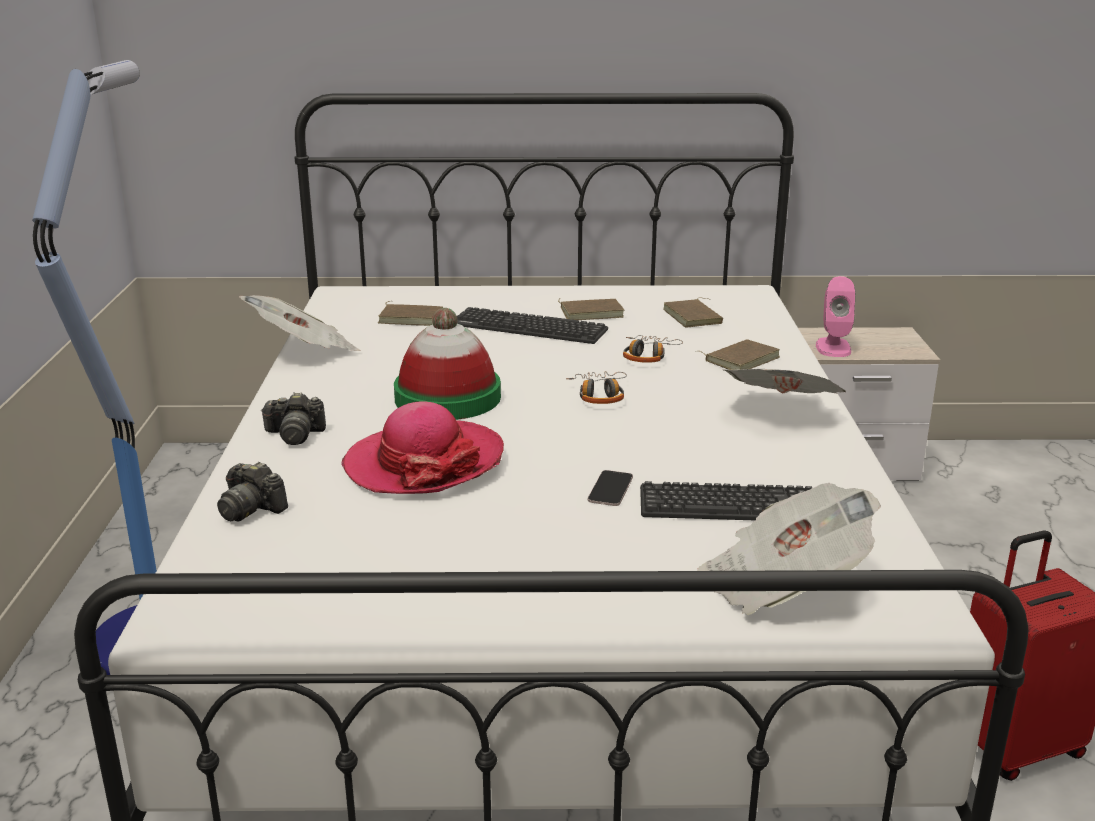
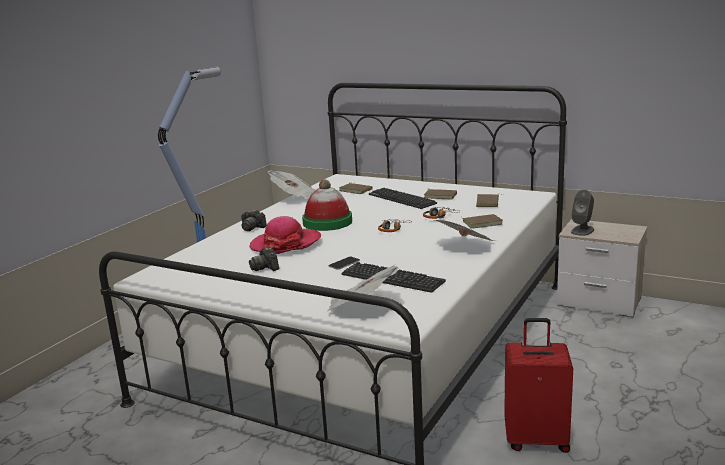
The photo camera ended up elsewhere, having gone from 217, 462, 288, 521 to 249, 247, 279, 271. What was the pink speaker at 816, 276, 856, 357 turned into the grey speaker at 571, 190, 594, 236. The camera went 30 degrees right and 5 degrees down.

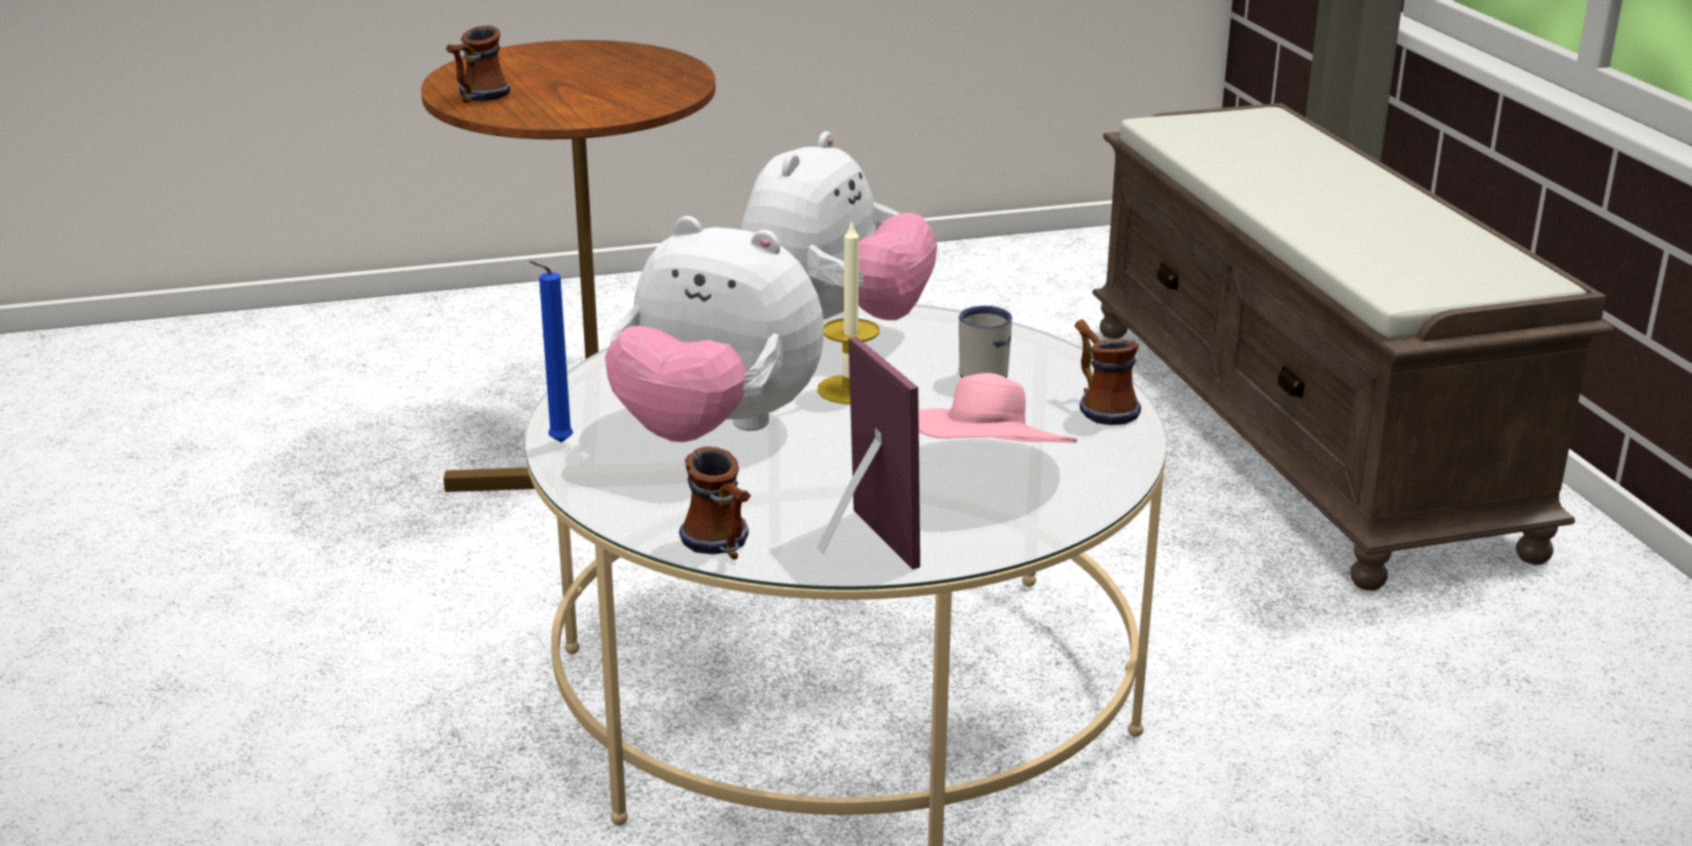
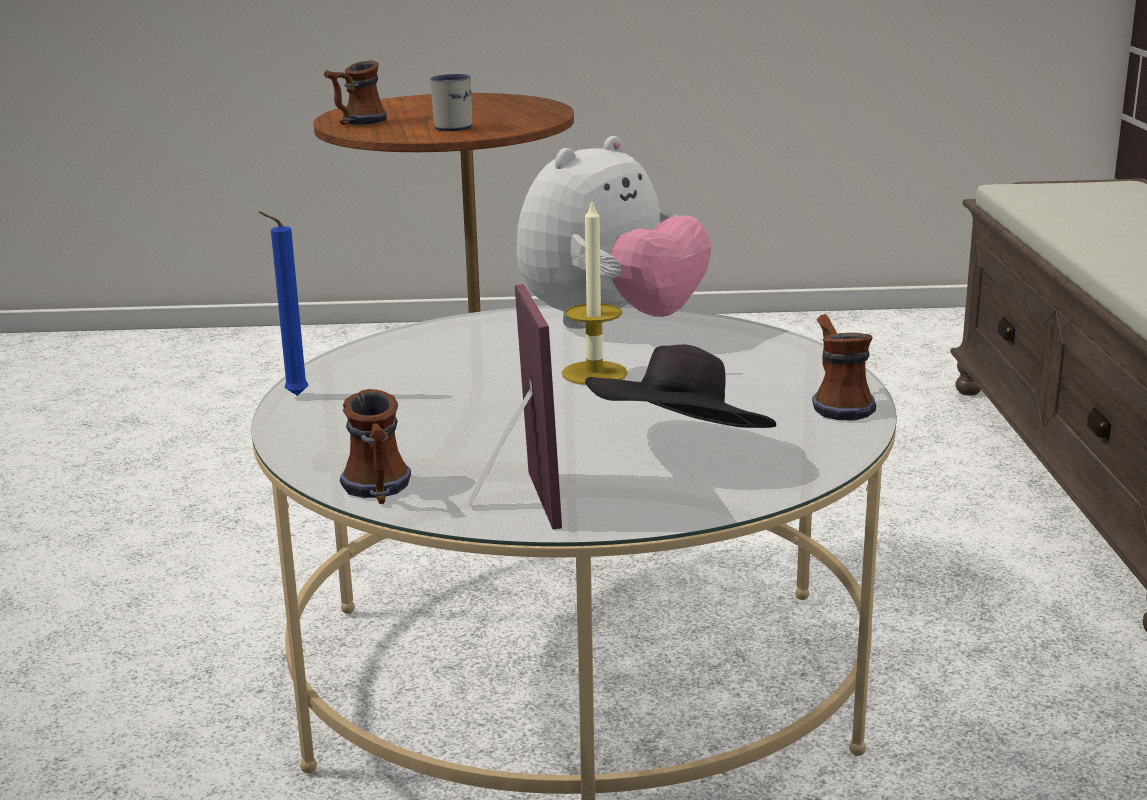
The second view lost the plush toy at 605, 216, 824, 442. What was the pink hat at 919, 373, 1077, 443 turned into the black hat at 585, 345, 776, 428. The white mug ended up elsewhere, having gone from 959, 306, 1012, 378 to 430, 74, 472, 132. The camera went 15 degrees right and 5 degrees down.

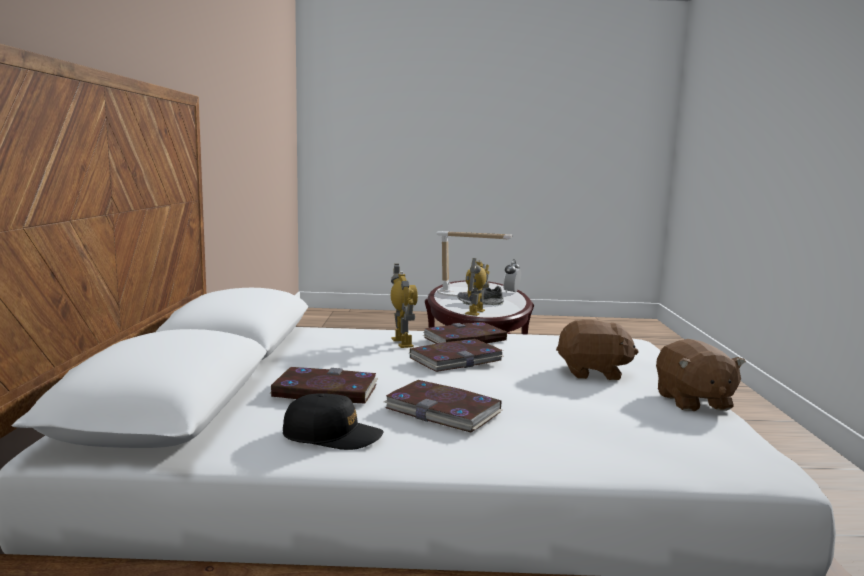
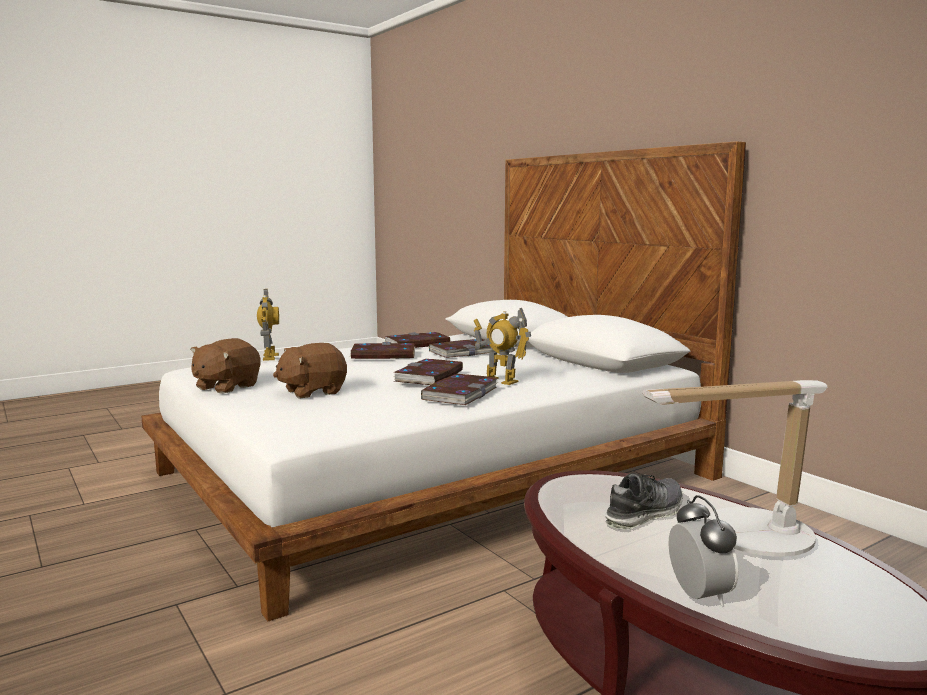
Where the black cap stood at 283, 393, 383, 450, the book came to stand at 384, 332, 451, 348. The toy robot ended up elsewhere, having gone from 465, 258, 490, 316 to 257, 289, 279, 361. The brown plush toy at 656, 339, 746, 411 ended up facing another way, 105 degrees counterclockwise from before. The camera went 145 degrees right and 0 degrees up.

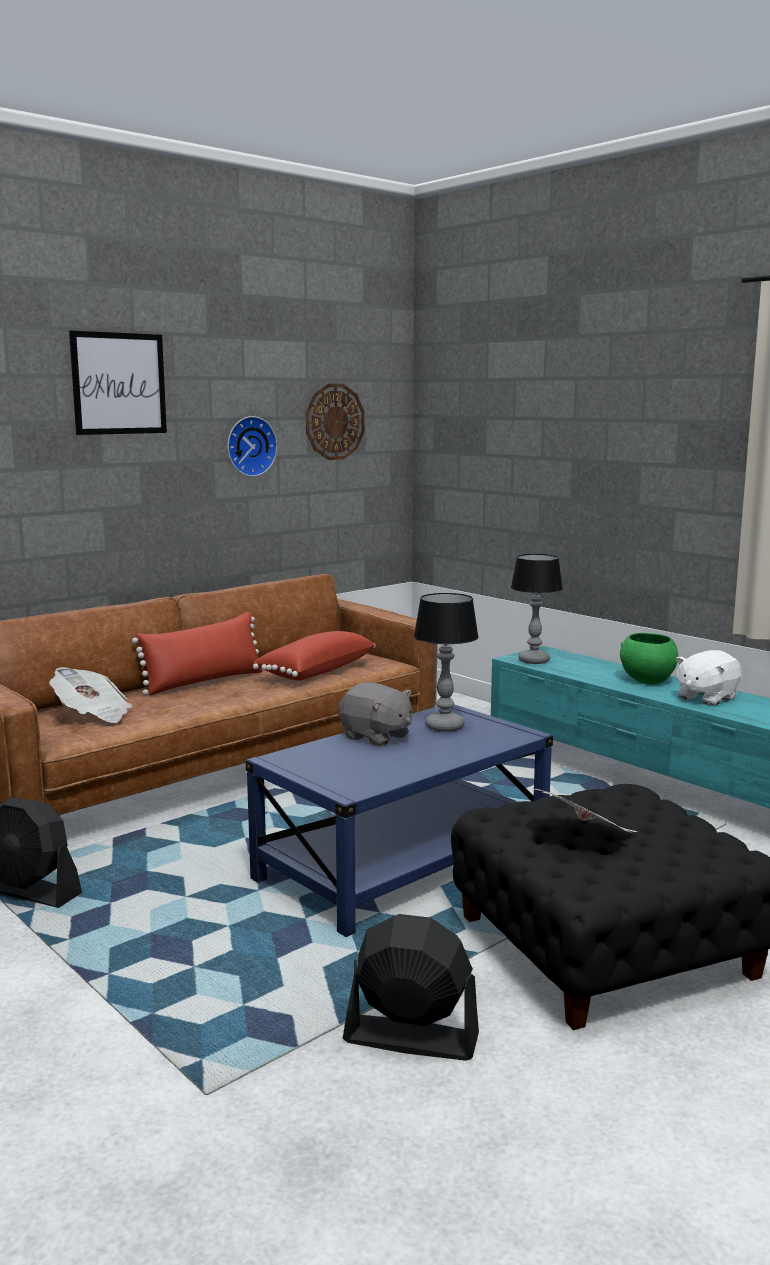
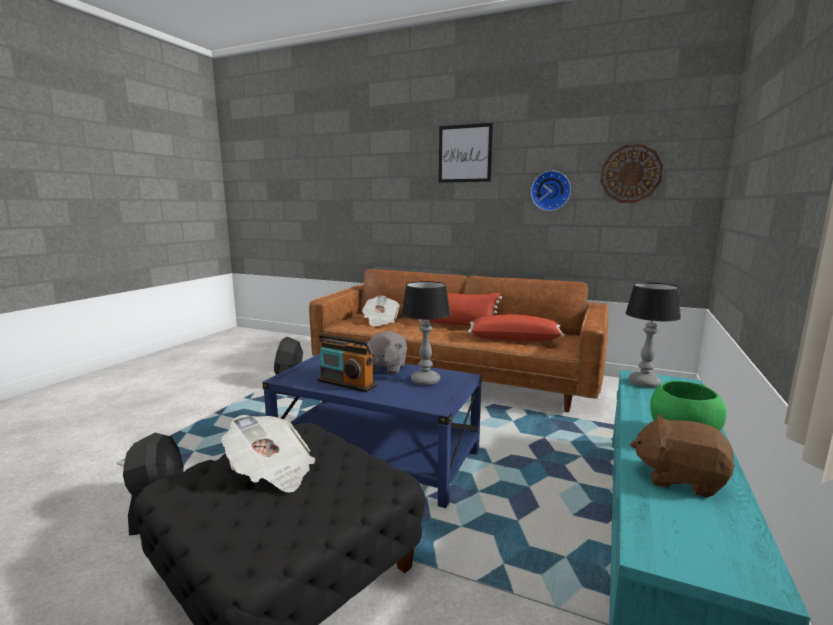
What was the white plush toy at 676, 650, 742, 706 turned into the brown plush toy at 630, 414, 735, 498. The second view gained the radio at 318, 333, 377, 393. The camera went 65 degrees right and 0 degrees up.

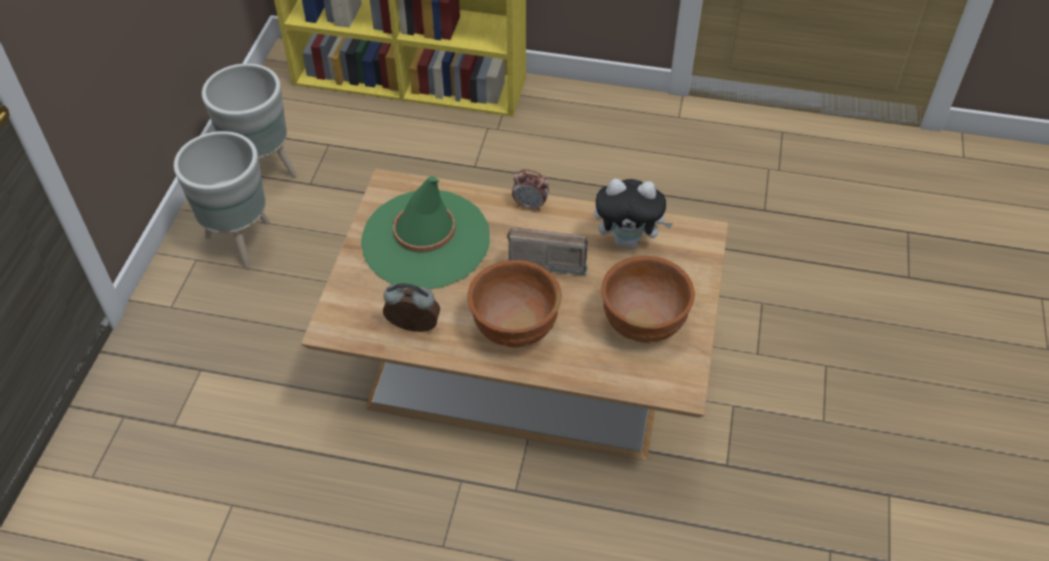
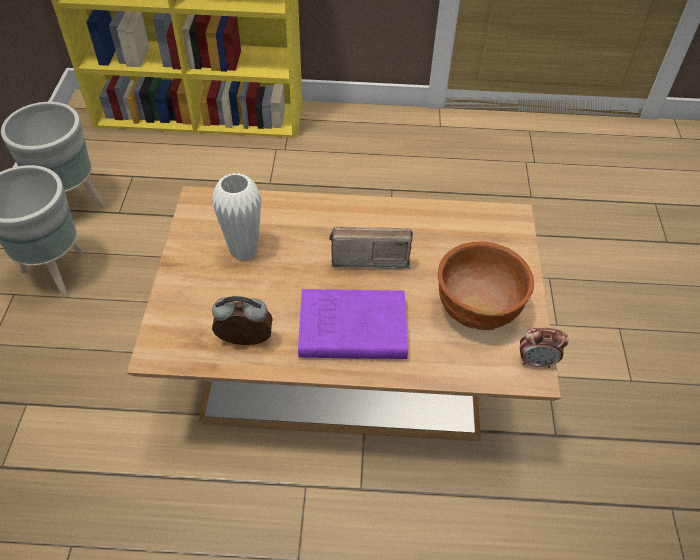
Where the green hat stood at 361, 176, 490, 289, the white vase came to stand at 212, 173, 262, 261. Where the brown bowl stood at 467, 260, 562, 347, the purple book came to stand at 298, 289, 408, 359. The alarm clock ended up elsewhere, having gone from 512, 169, 549, 211 to 520, 328, 569, 368. The second view lost the plush toy at 594, 179, 674, 249. The camera went 10 degrees left and 0 degrees up.

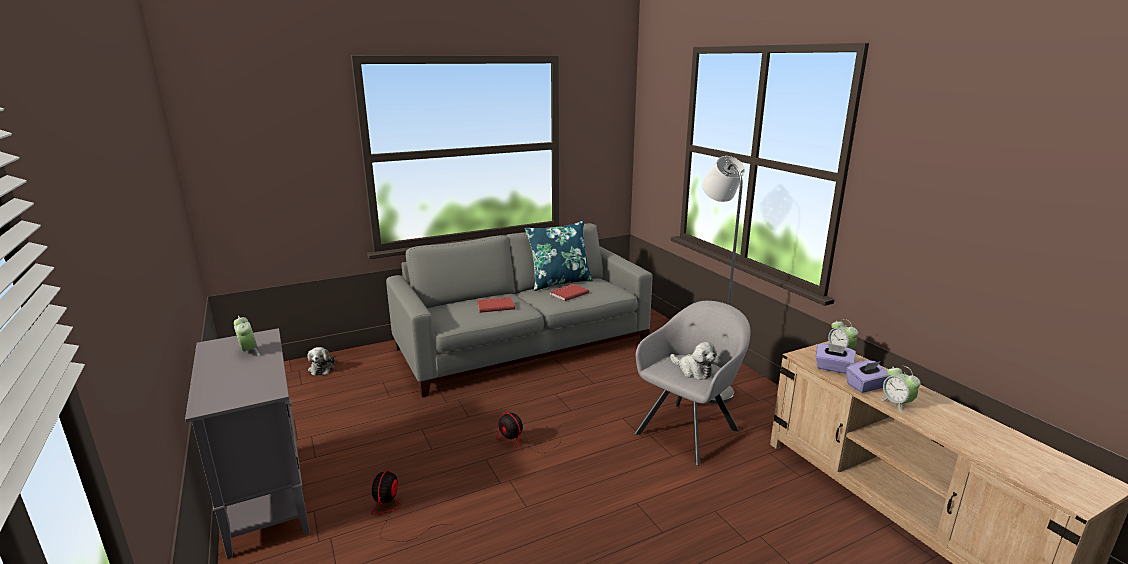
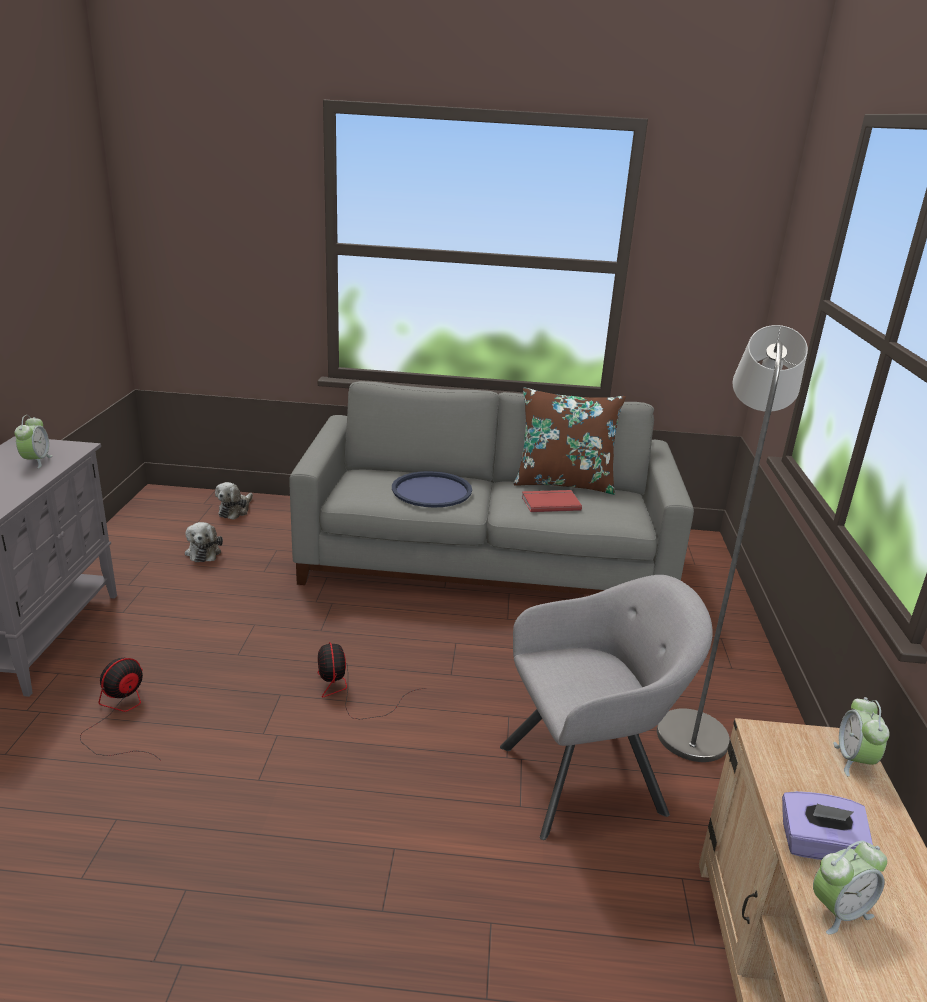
Where the red book stood at 477, 297, 515, 313, the blue tray came to stand at 392, 471, 472, 507. What was the blue pillow at 525, 221, 593, 291 turned into the brown pillow at 514, 388, 626, 495. The plush toy ended up elsewhere, having gone from 670, 342, 717, 380 to 185, 522, 223, 562. The second view lost the purple tissue box at 816, 344, 856, 374. The alarm clock at 880, 366, 921, 413 ended up facing another way, 120 degrees counterclockwise from before. The camera went 30 degrees right and 5 degrees up.

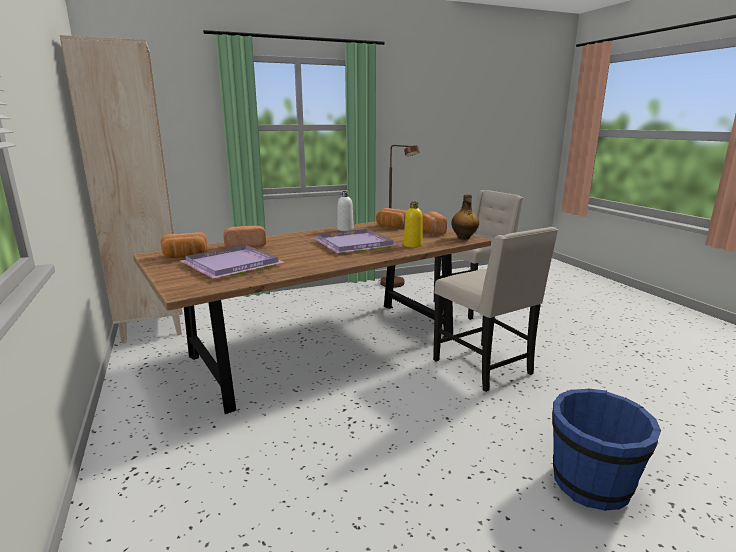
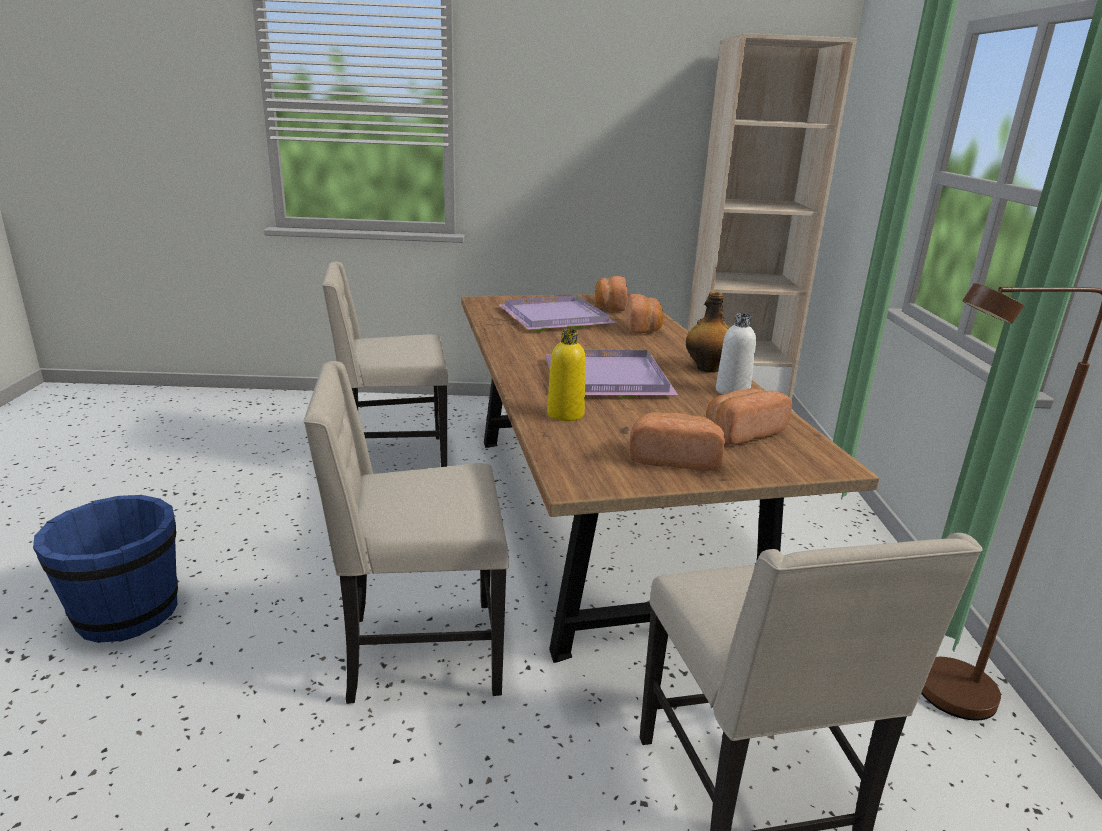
The bottle ended up elsewhere, having gone from 451, 194, 479, 240 to 686, 292, 730, 373. The second view gained the beige chair at 322, 262, 449, 467. The camera went 110 degrees right and 5 degrees up.

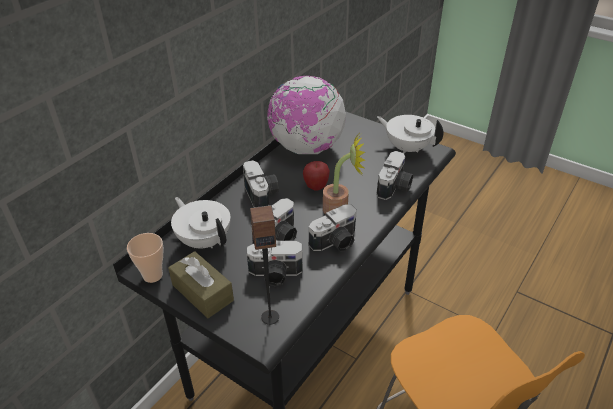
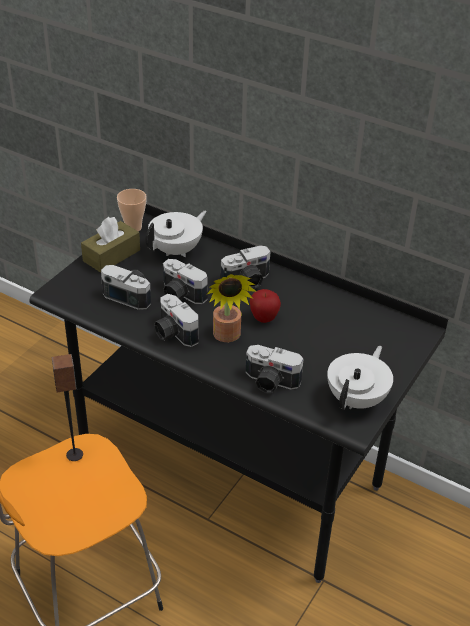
The photo camera at 247, 241, 303, 286 ended up facing another way, 120 degrees clockwise from before. The speaker ended up elsewhere, having gone from 250, 205, 279, 325 to 52, 354, 83, 461. The second view lost the globe at 267, 76, 346, 154. The camera went 85 degrees right and 0 degrees up.

